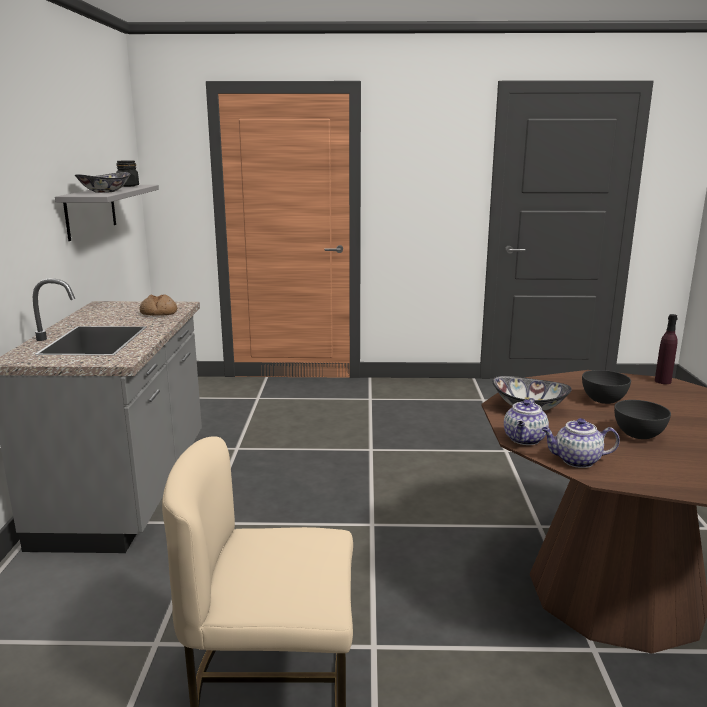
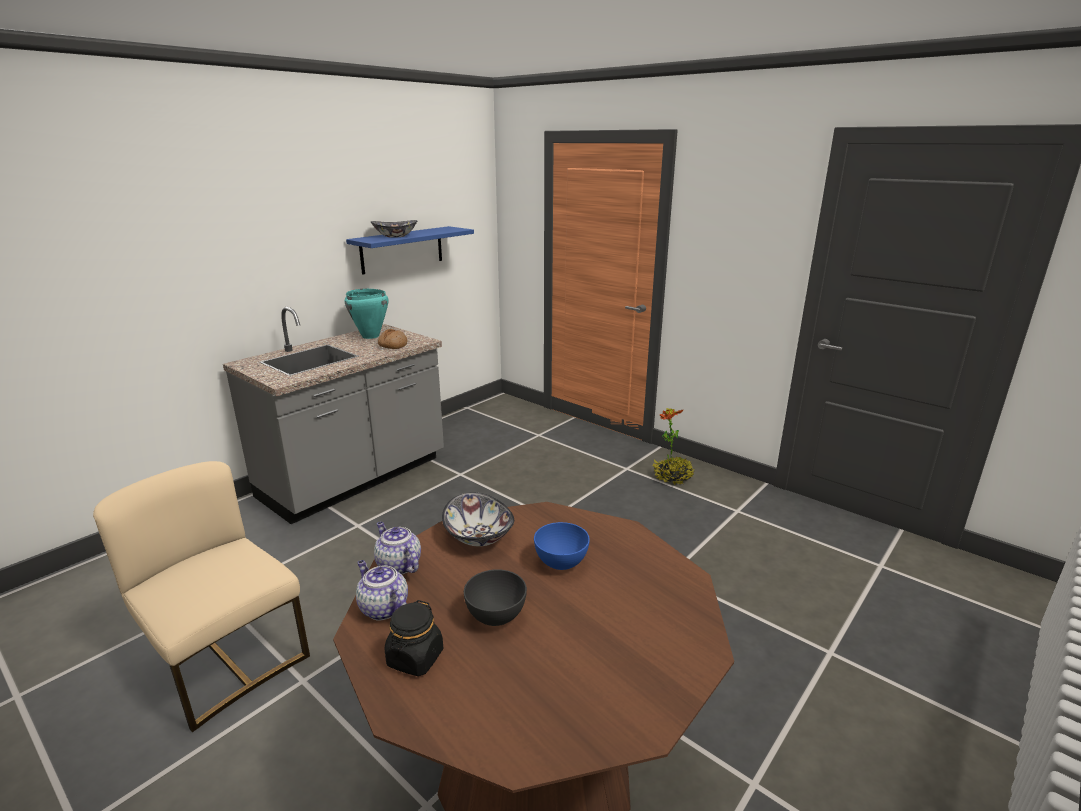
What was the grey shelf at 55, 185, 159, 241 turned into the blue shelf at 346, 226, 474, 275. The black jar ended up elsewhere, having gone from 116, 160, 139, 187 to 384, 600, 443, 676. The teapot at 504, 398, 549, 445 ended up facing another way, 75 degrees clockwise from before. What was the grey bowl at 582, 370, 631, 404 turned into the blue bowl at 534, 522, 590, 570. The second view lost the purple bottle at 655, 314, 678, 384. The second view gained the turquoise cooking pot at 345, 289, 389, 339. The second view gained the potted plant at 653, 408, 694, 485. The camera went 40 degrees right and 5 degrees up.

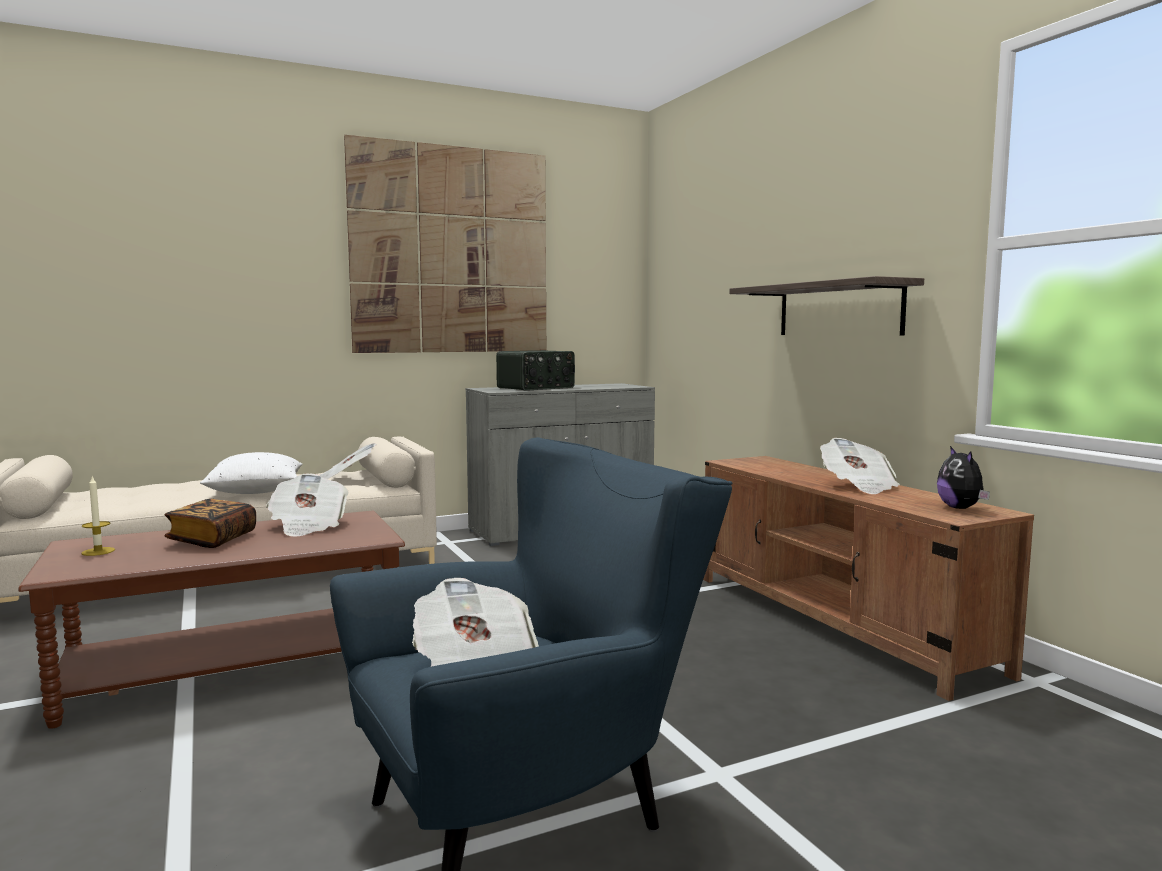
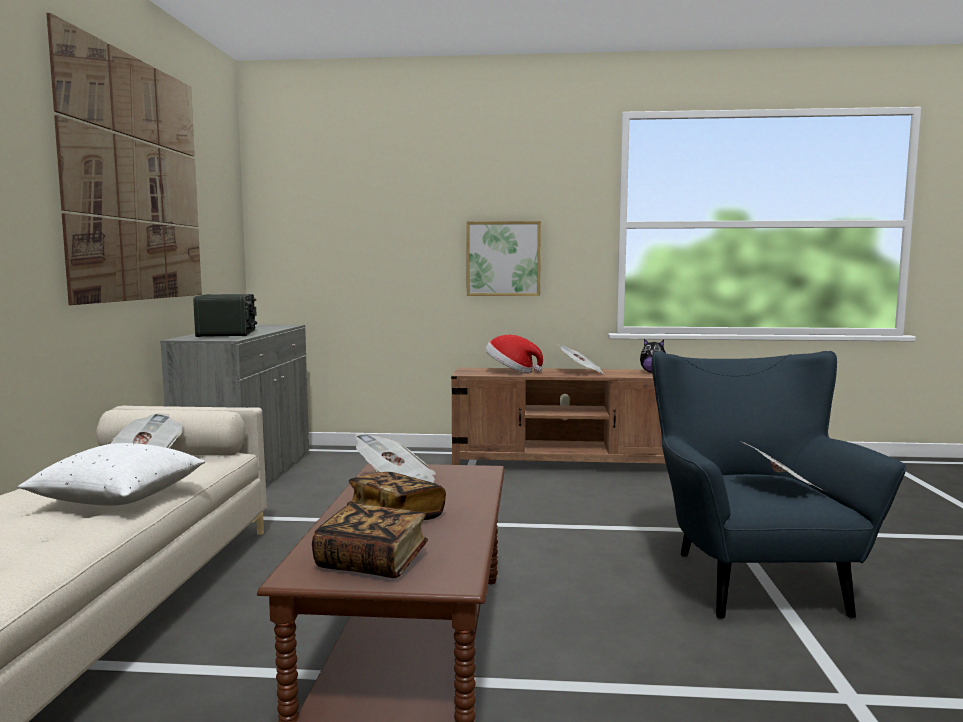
Where the candle stood at 81, 477, 115, 556, the book came to stand at 312, 503, 428, 578. Where the shelf hung at 729, 276, 924, 336, the picture came to hang at 466, 221, 541, 296. The second view gained the hat at 485, 335, 543, 373. The camera went 60 degrees left and 0 degrees up.

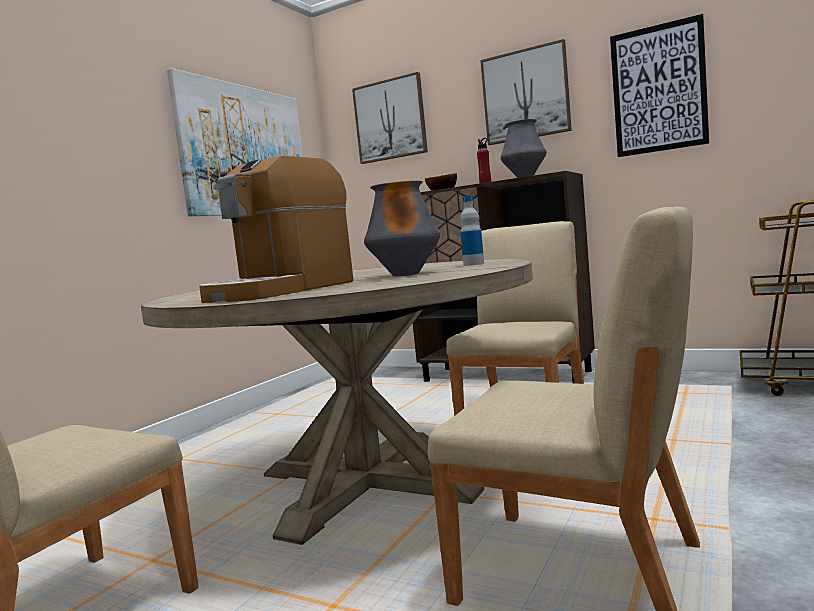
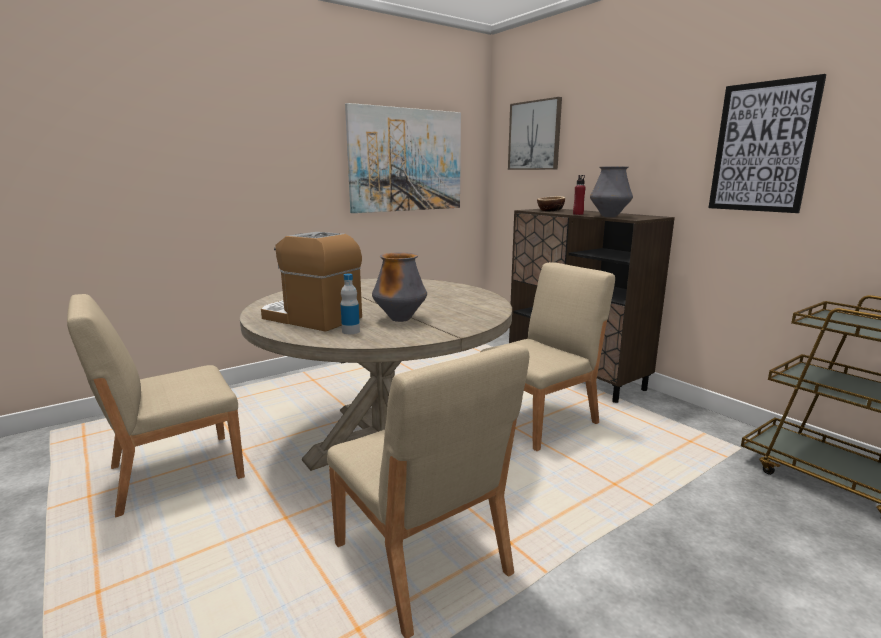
The coffee machine at 199, 155, 354, 303 ended up facing another way, 60 degrees clockwise from before. The bottle ended up elsewhere, having gone from 460, 195, 484, 266 to 340, 274, 360, 334. The second view lost the picture at 480, 39, 572, 145. The camera went 25 degrees right and 10 degrees up.

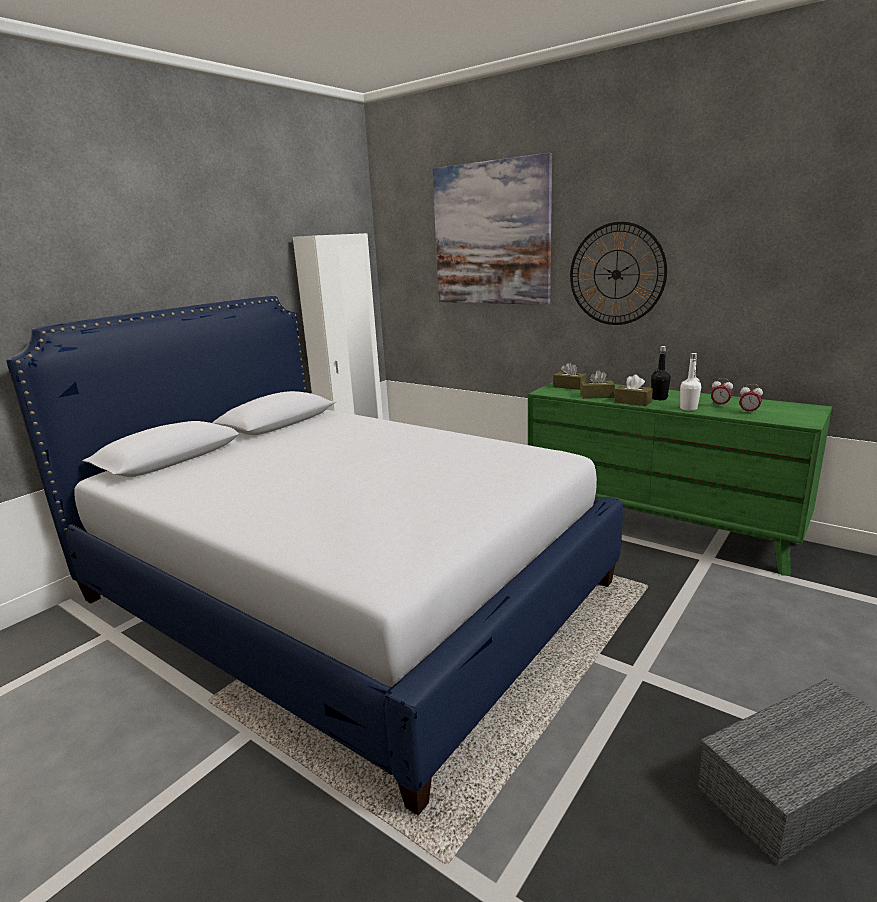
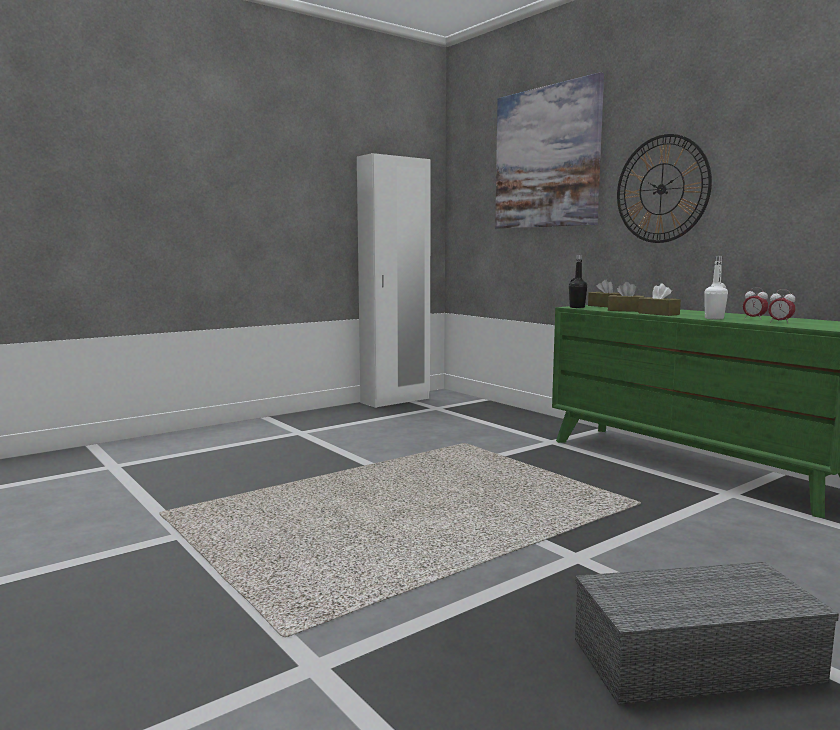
The second view lost the bed at 6, 296, 623, 816. The black bottle ended up elsewhere, having gone from 651, 346, 671, 400 to 569, 255, 587, 308. The camera went 15 degrees right and 10 degrees down.

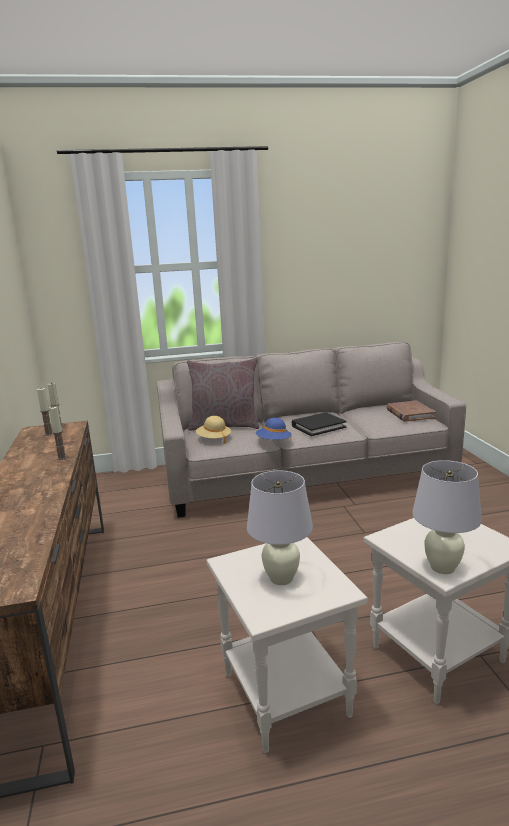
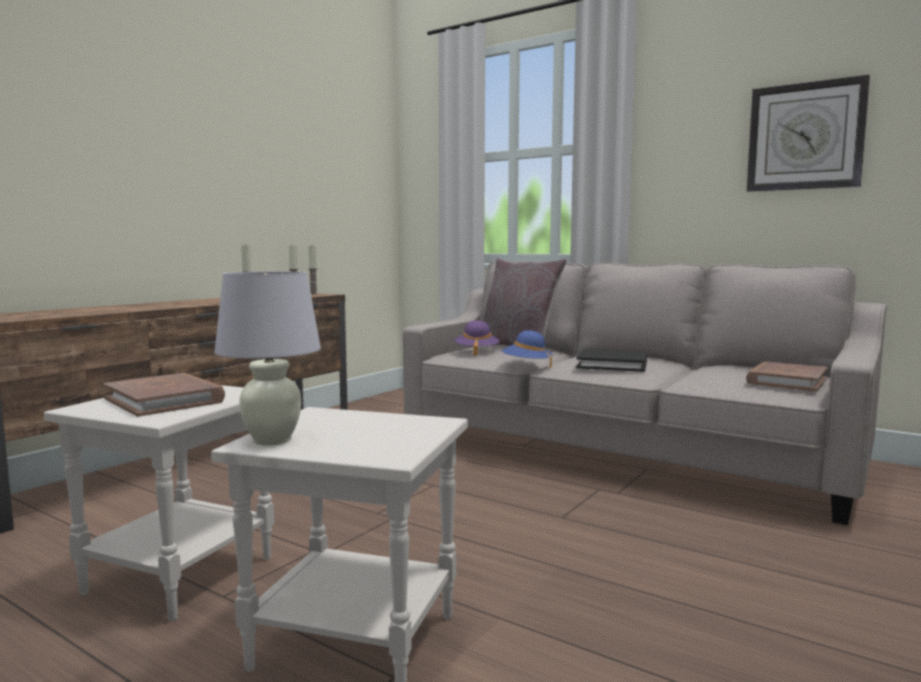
What was the beige hat at 196, 416, 231, 444 turned into the purple hat at 455, 320, 500, 356. Where the white table lamp stood at 247, 471, 313, 585, the brown book came to stand at 103, 373, 225, 417. The second view gained the wall clock at 747, 75, 870, 192. The camera went 45 degrees right and 10 degrees down.

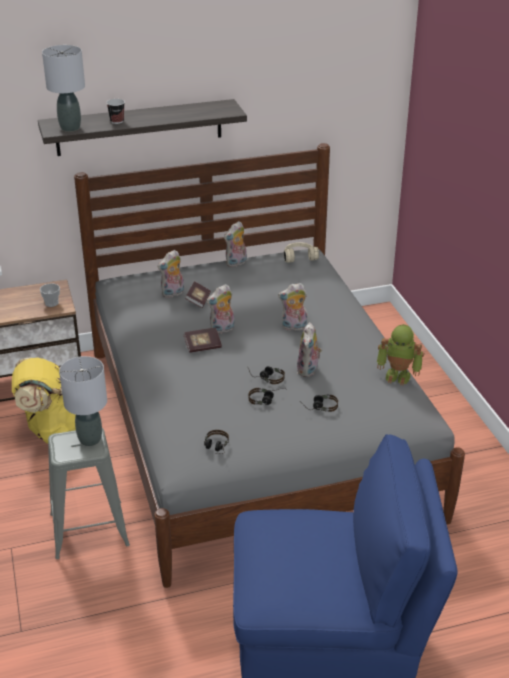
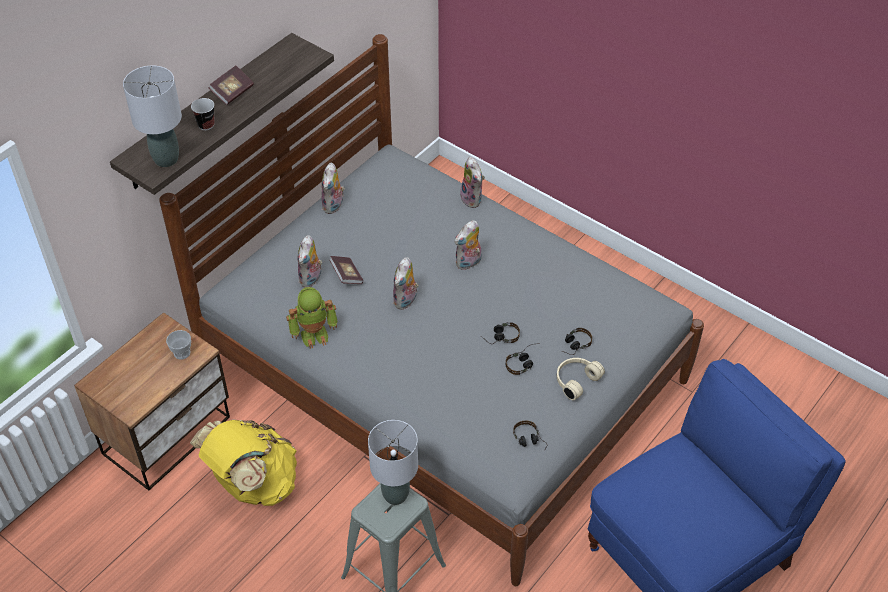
The book ended up elsewhere, having gone from 184, 328, 222, 353 to 209, 65, 254, 105. The beige headphones ended up elsewhere, having gone from 284, 242, 319, 262 to 557, 358, 605, 400. The plush toy ended up elsewhere, having gone from 297, 322, 322, 377 to 460, 157, 485, 208. The toy robot ended up elsewhere, having gone from 377, 324, 424, 386 to 286, 287, 338, 349. The camera went 35 degrees left and 15 degrees up.

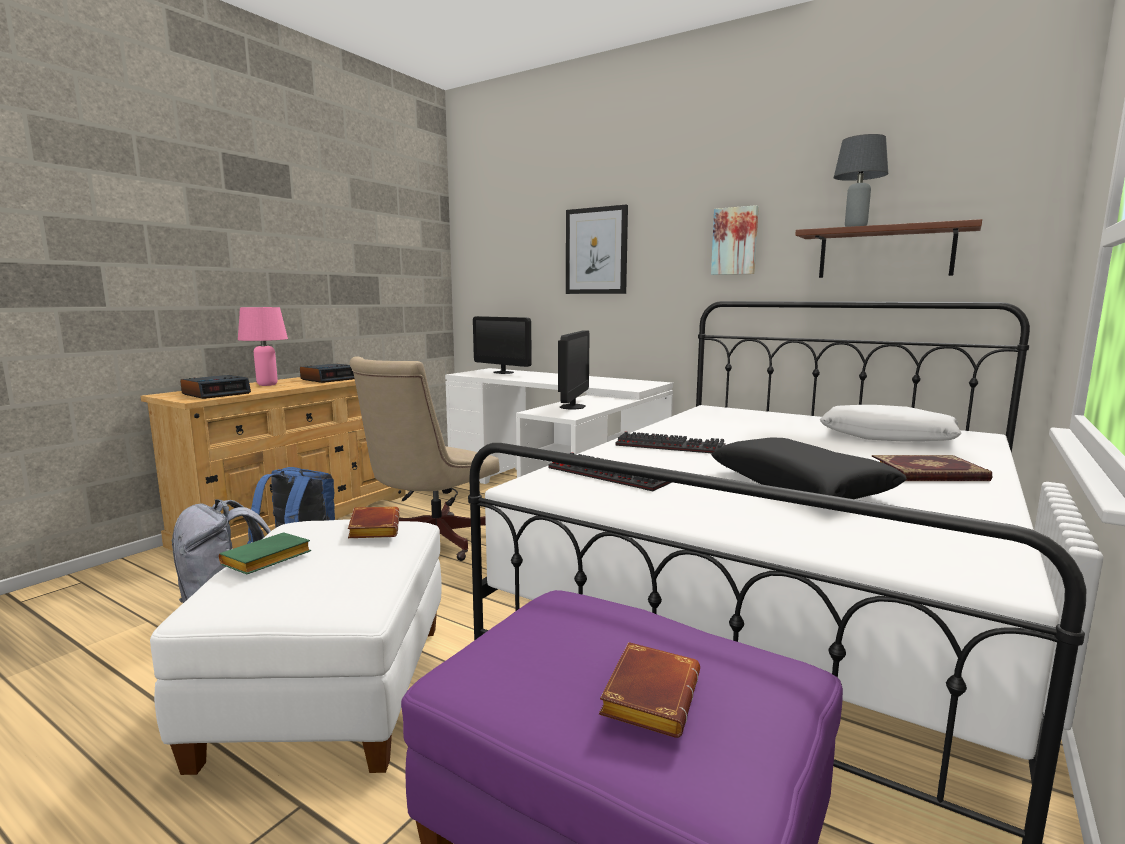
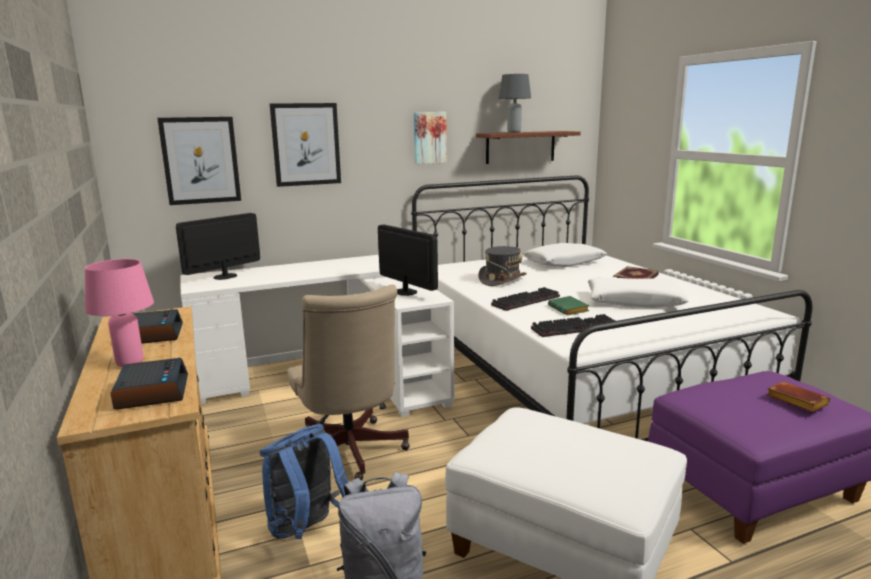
The green book ended up elsewhere, having gone from 219, 532, 311, 574 to 548, 296, 589, 315. The second view lost the brown book at 348, 507, 399, 538. The monitor at 473, 316, 532, 374 ended up facing another way, 150 degrees clockwise from before. What was the black pillow at 711, 438, 907, 499 turned into the white pillow at 588, 277, 689, 308. The second view gained the picture at 157, 117, 241, 205. The second view gained the grey hat at 478, 246, 527, 286. The camera went 55 degrees left and 5 degrees up.

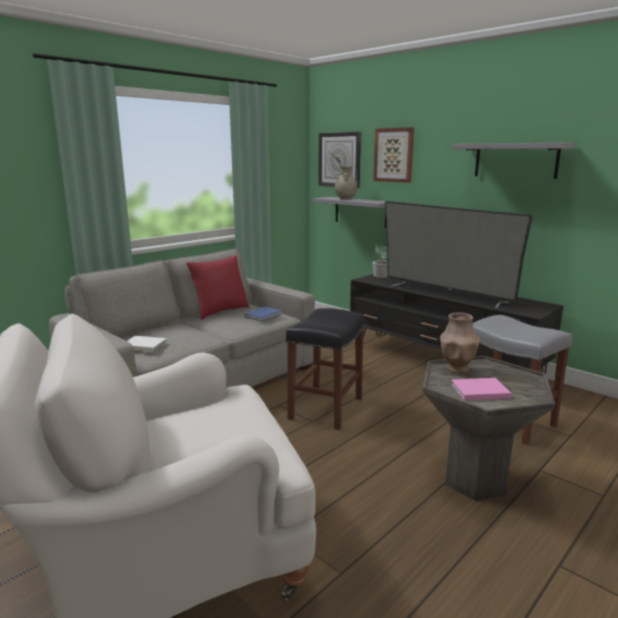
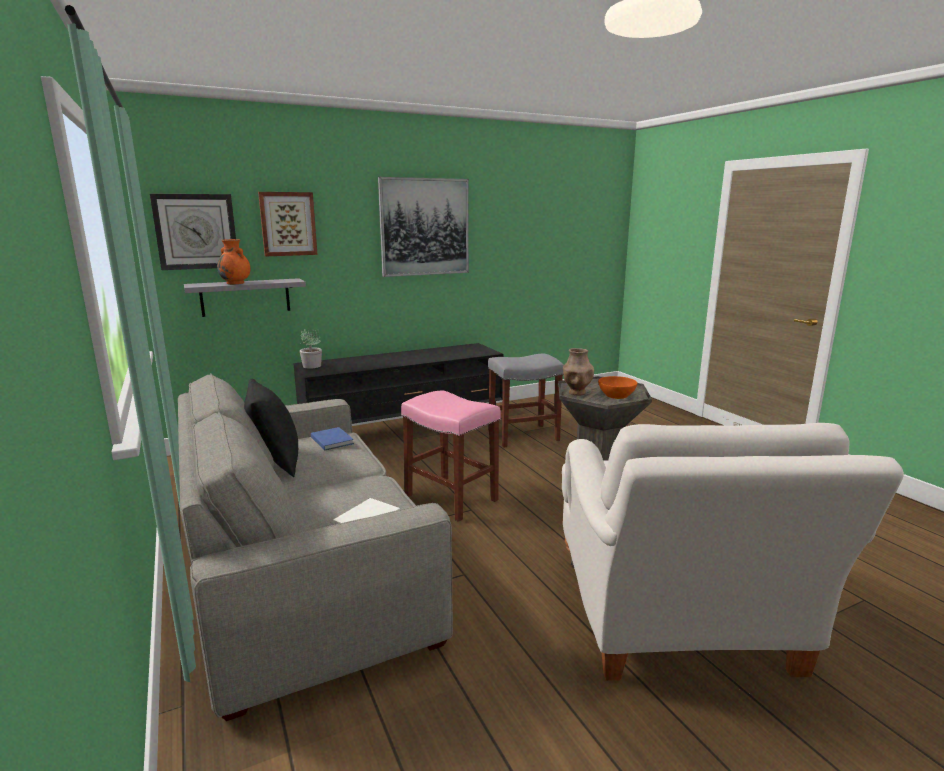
What was the red pillow at 186, 256, 249, 320 turned into the black pillow at 244, 379, 298, 477. What was the black stool at 286, 308, 365, 430 turned into the pink stool at 401, 390, 501, 522. What was the beige vase at 334, 166, 358, 200 turned into the orange vase at 217, 239, 251, 284. The second view lost the television at 385, 201, 533, 309. Where the pink book stood at 451, 378, 511, 401, the orange bowl came to stand at 598, 376, 637, 399. Where the grey shelf hung at 452, 143, 575, 179, the picture came to hang at 378, 177, 469, 277. The camera went 70 degrees left and 0 degrees up.

